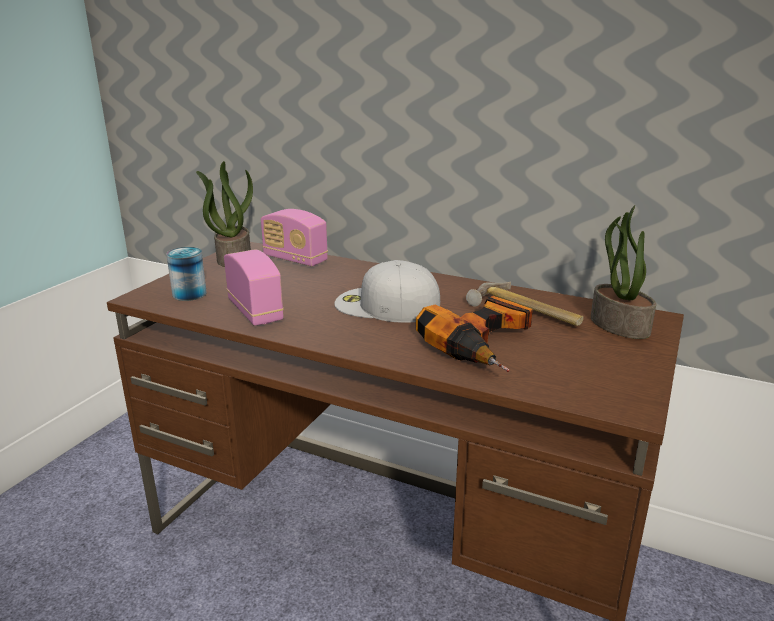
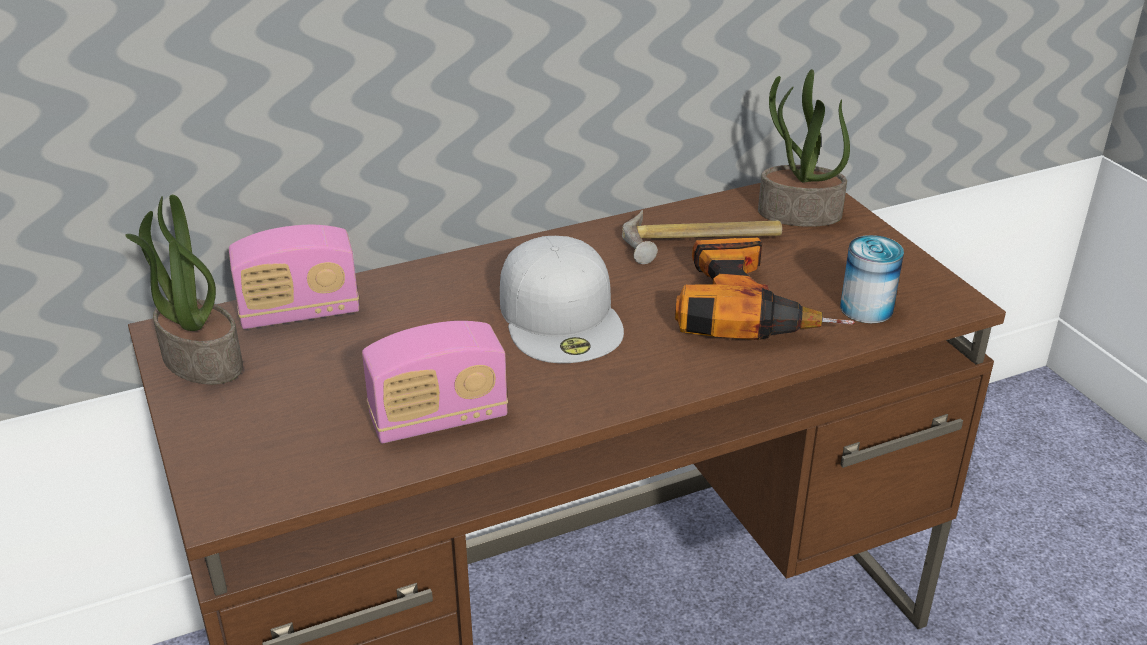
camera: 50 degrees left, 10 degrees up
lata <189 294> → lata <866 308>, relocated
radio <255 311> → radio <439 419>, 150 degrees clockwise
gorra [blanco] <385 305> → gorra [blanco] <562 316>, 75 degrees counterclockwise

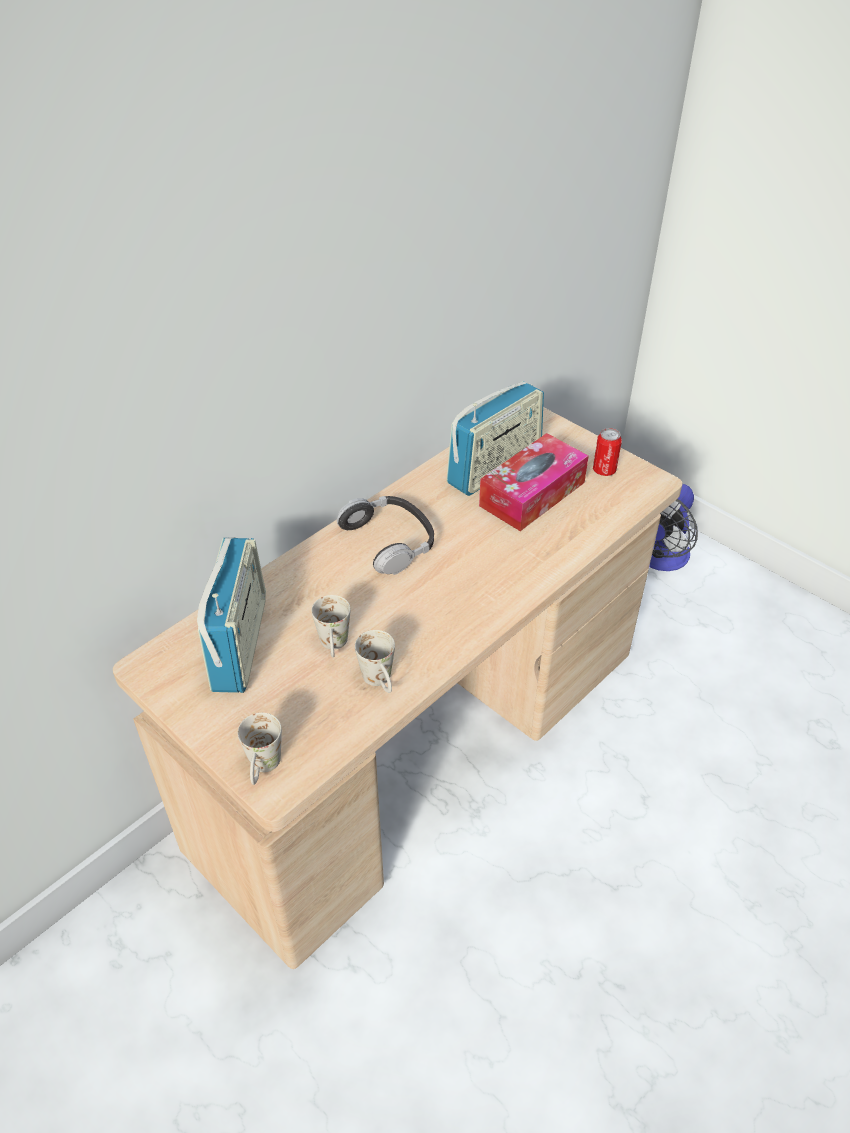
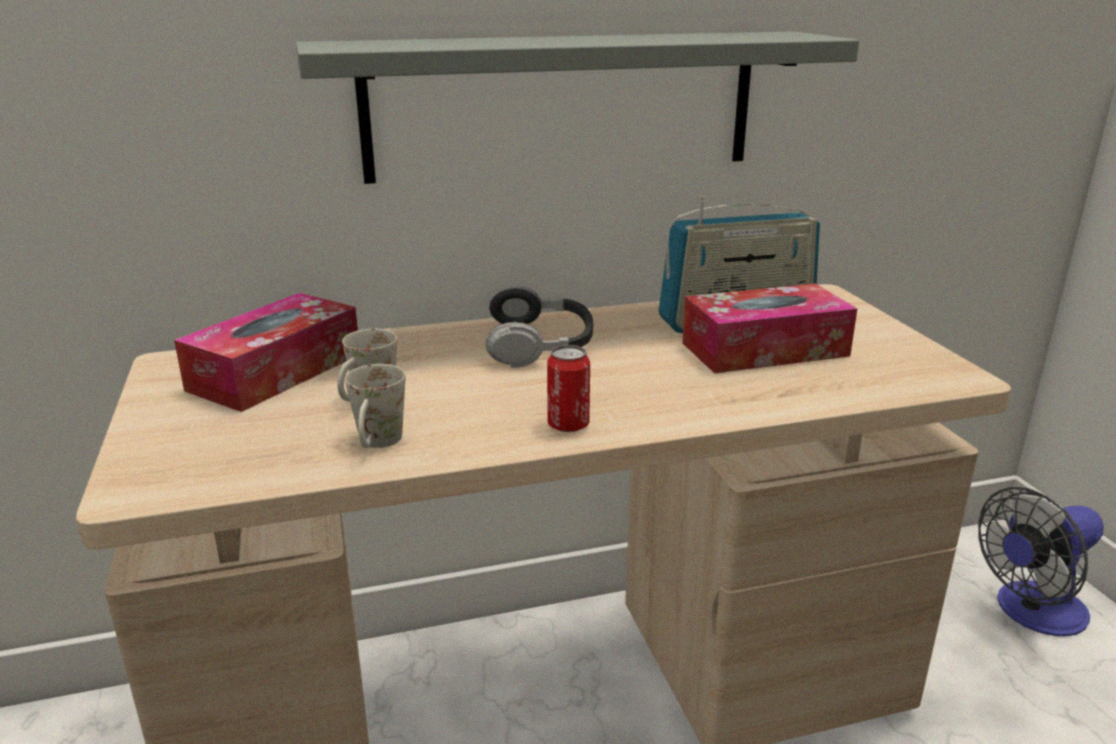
camera: 30 degrees right, 20 degrees down
lata <604 470> → lata <568 425>, relocated
radio <240 643> → caja de pañuelos <276 372>
taza grande [blanco] <263 768> → -
- → estante [gris] <563 105>

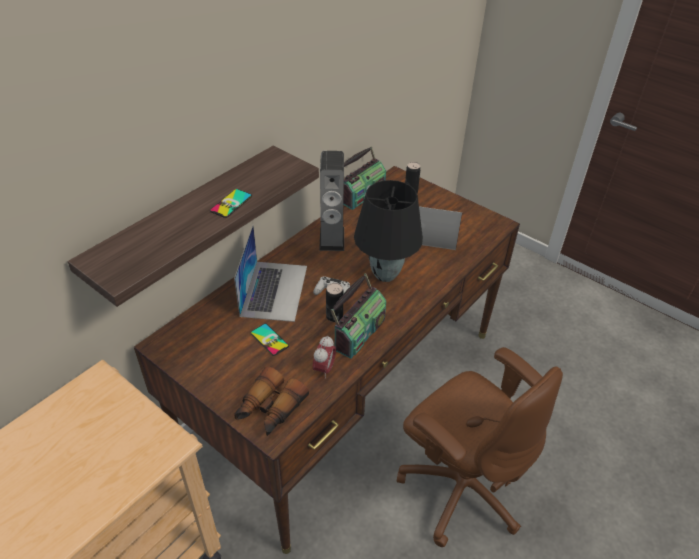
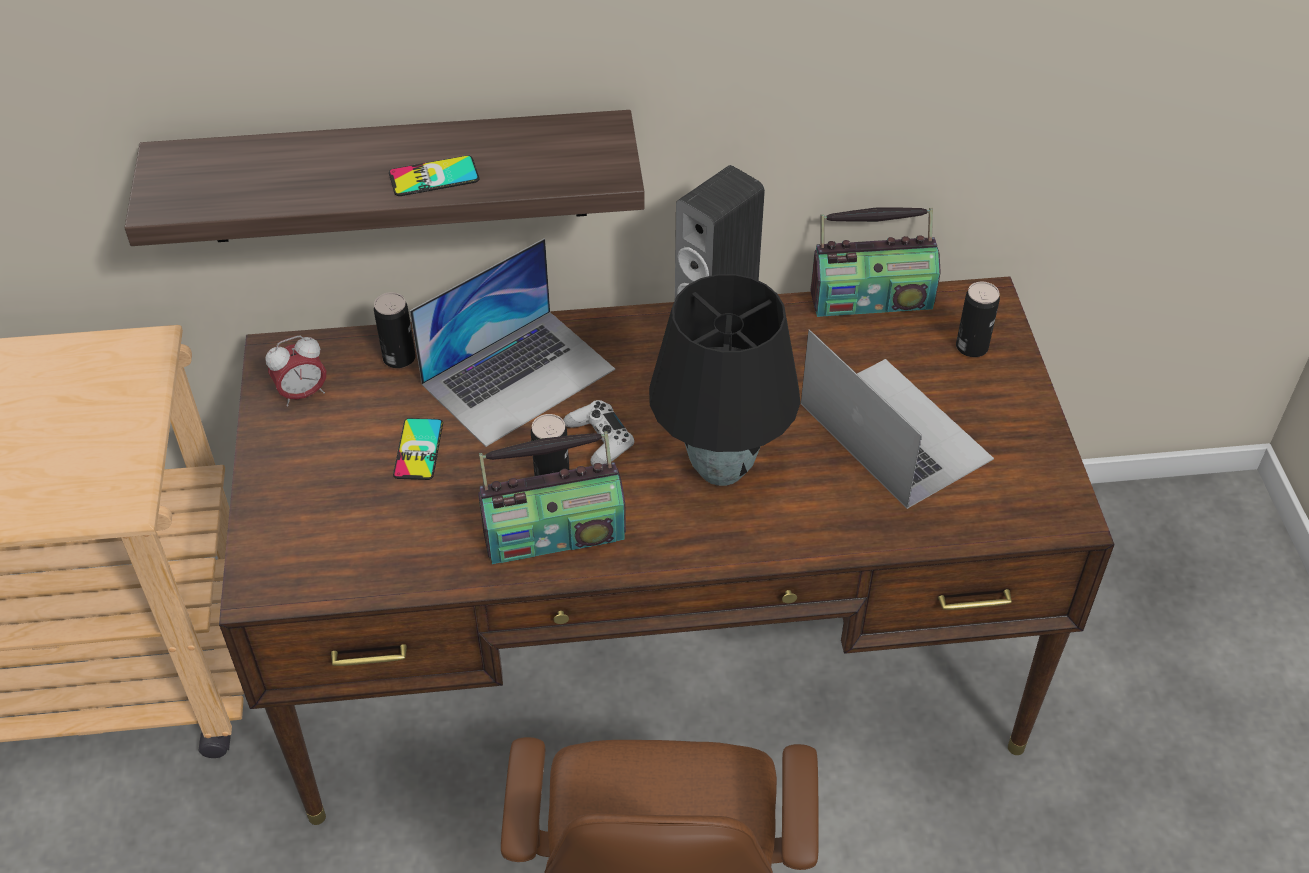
camera: 45 degrees right, 5 degrees up
despertador <324 369> → despertador <303 394>, relocated
prismáticos <269 409> → -
- → lata <399 358>

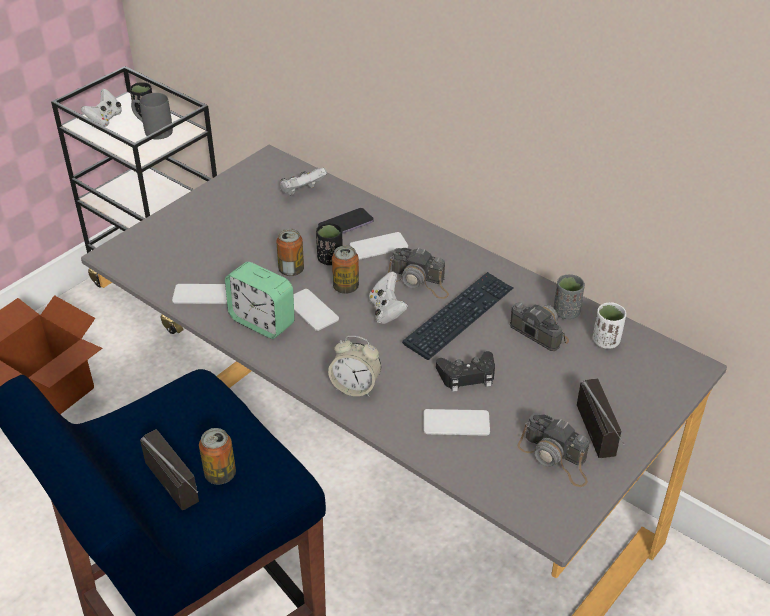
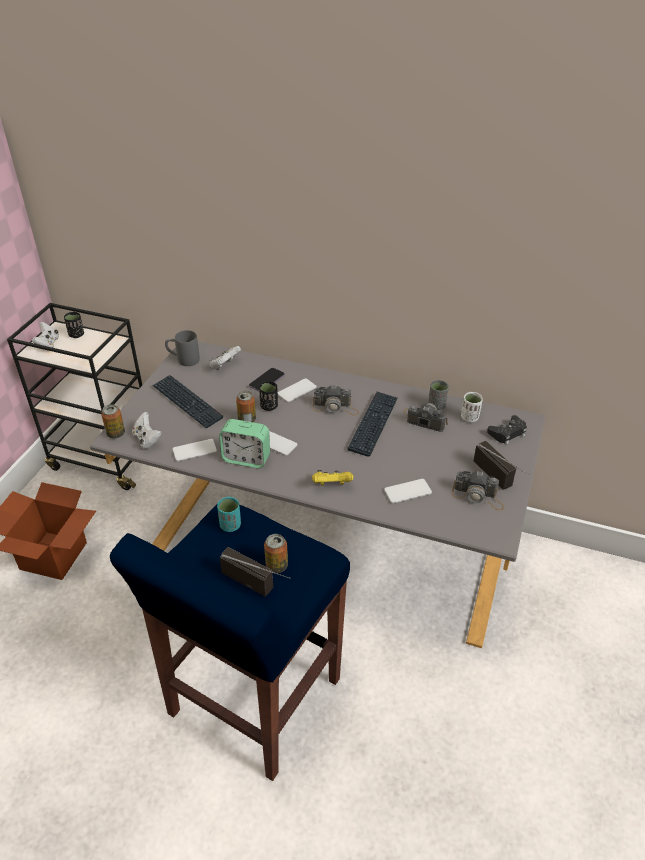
camera: 20 degrees left, 0 degrees up
taza grande [gris] <153 130> → taza grande [gris] <183 360>, relocated
lata <346 287> → lata <116 433>, relocated
mando de consola [blanco] <387 311> → mando de consola [blanco] <147 439>, relocated
despertador <355 387> → mando de consola [amarillo] <332 485>
mando de consola [negro] <467 376> → mando de consola [negro] <507 433>, relocated
- → teclado <187 402>
- → taza [turquesa] <230 525>

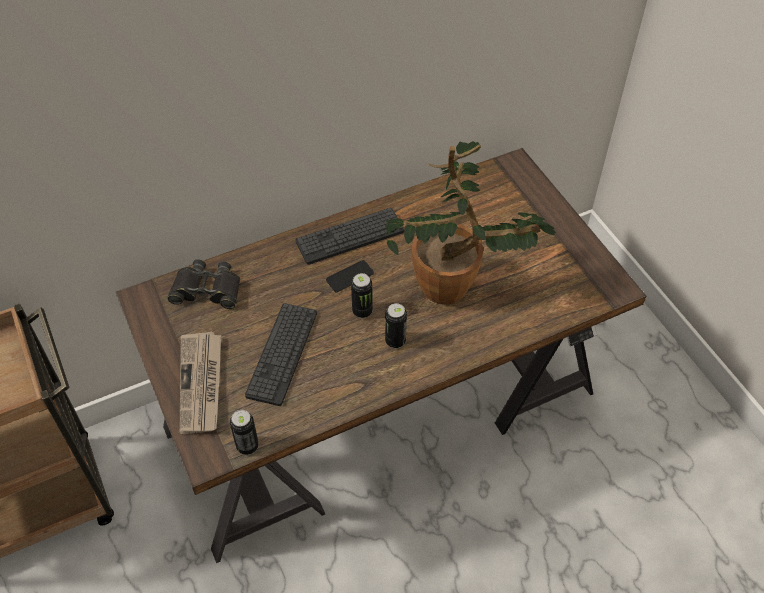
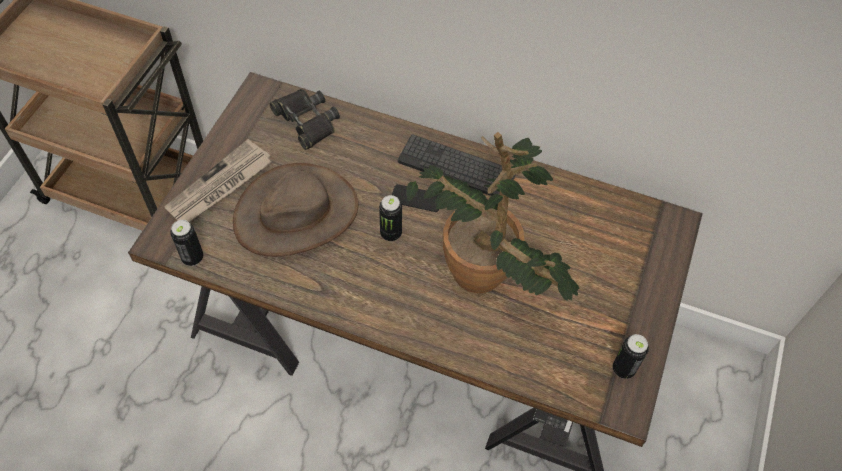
camera: 45 degrees right, 5 degrees up
teclado <282 354> → sombrero [marrón] <296 213>
lata <395 341> → lata <623 369>, relocated

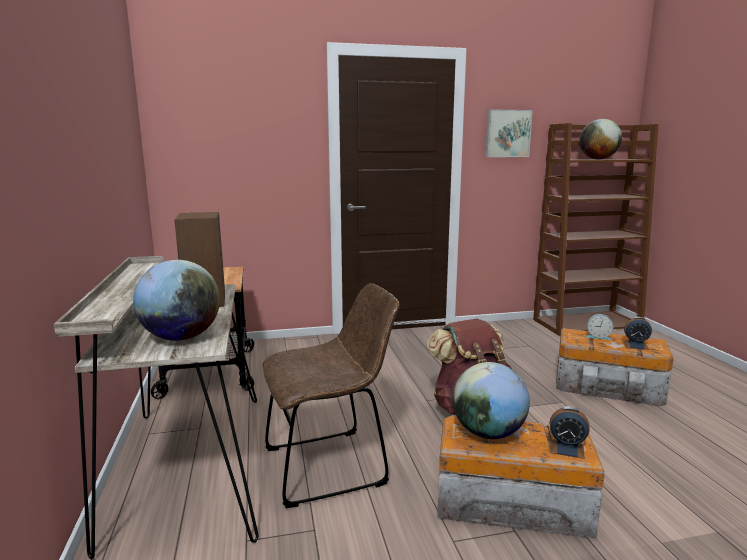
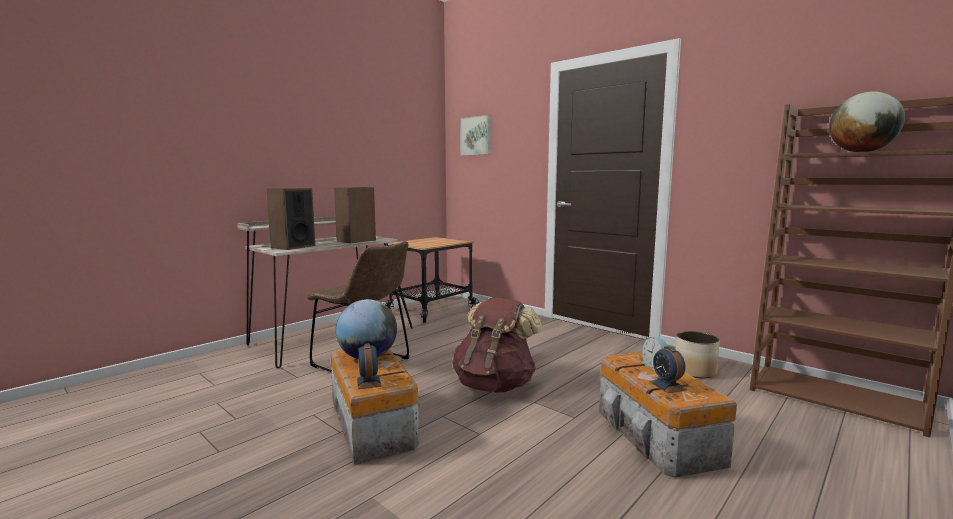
camera: 55 degrees right, 5 degrees down
cuadro <507 133> → cuadro <476 136>, relocated
globo terráqueo <181 337> → altavoz <293 246>
- → maceta <695 371>

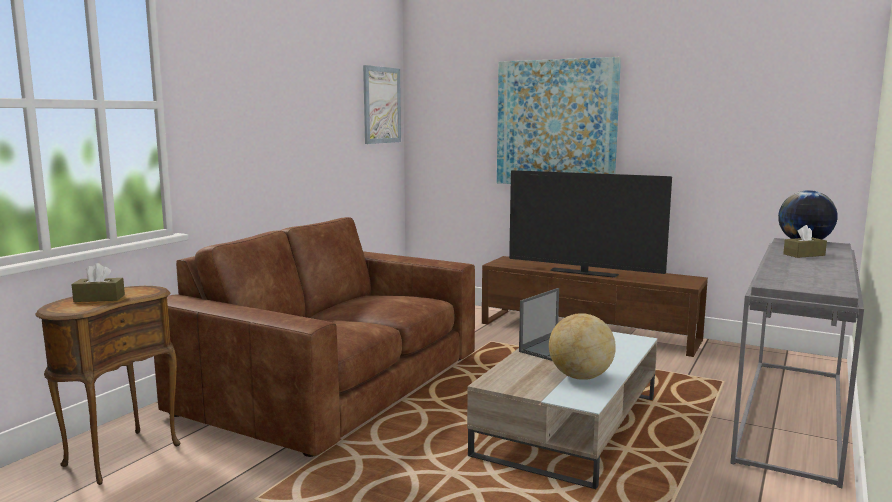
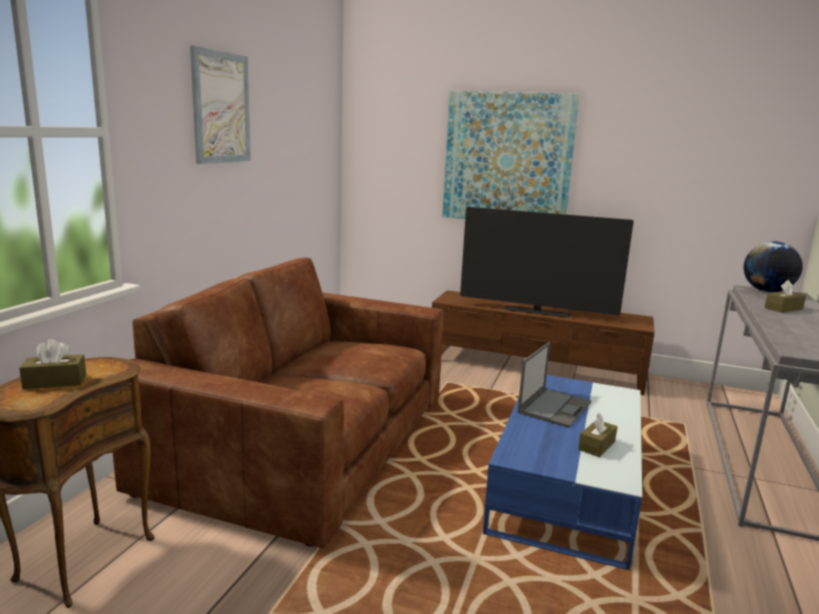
camera: 10 degrees left, 5 degrees up
cuadro <381 105> → cuadro <221 108>, relocated
globo terráqueo <580 377> → caja de pañuelos [marrón] <596 446>
mesa de centro [beis] <569 425> → mesa de centro [azul] <566 486>

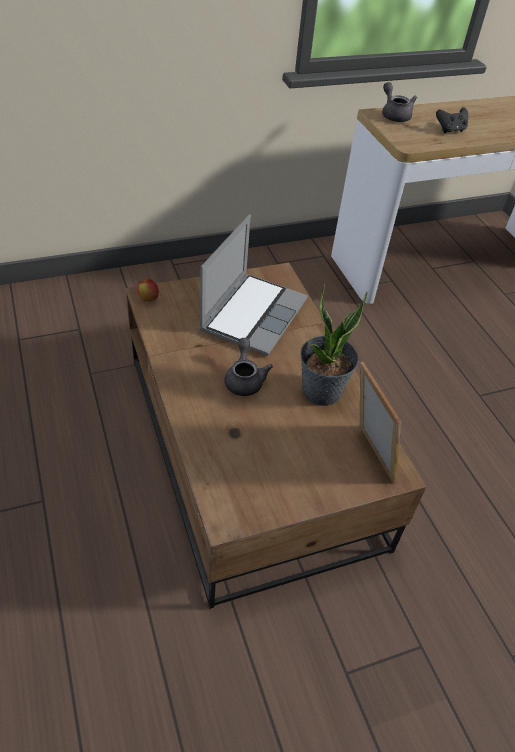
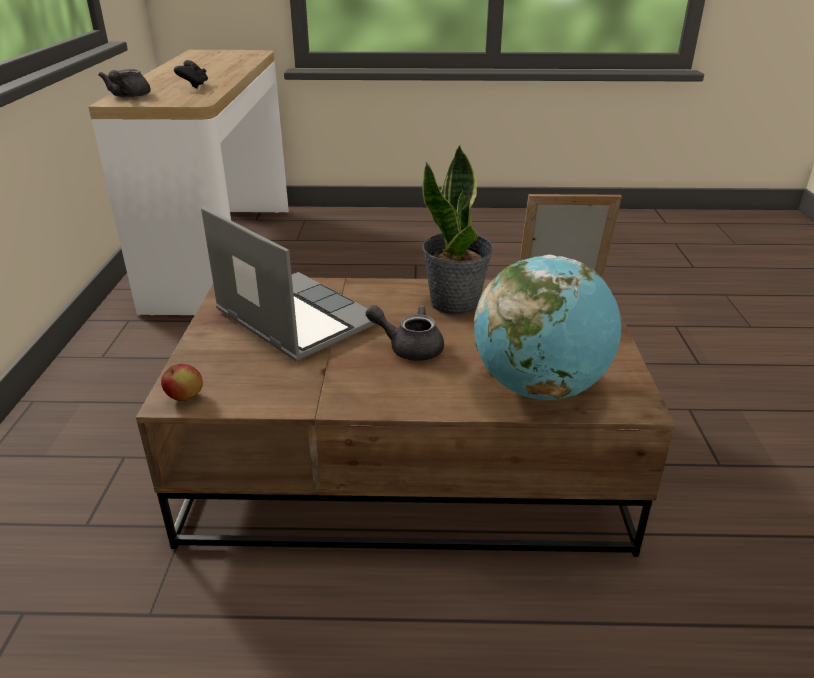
camera: 65 degrees left, 15 degrees down
tetera [gris] <394 115> → tetera [gris] <128 97>, 90 degrees counterclockwise
- → globo terráqueo <539 388>

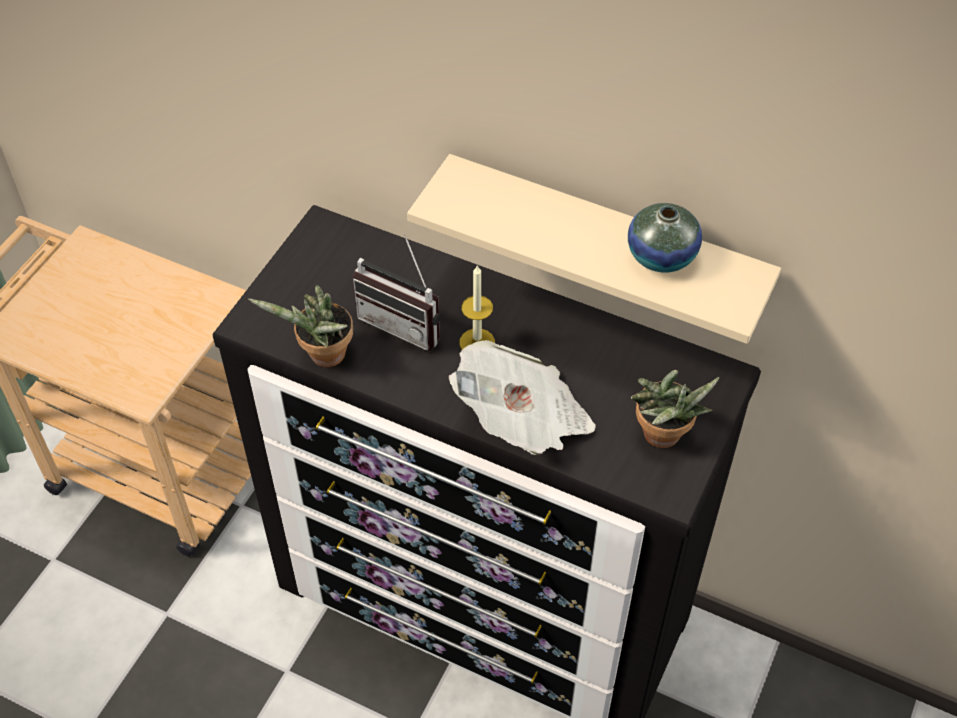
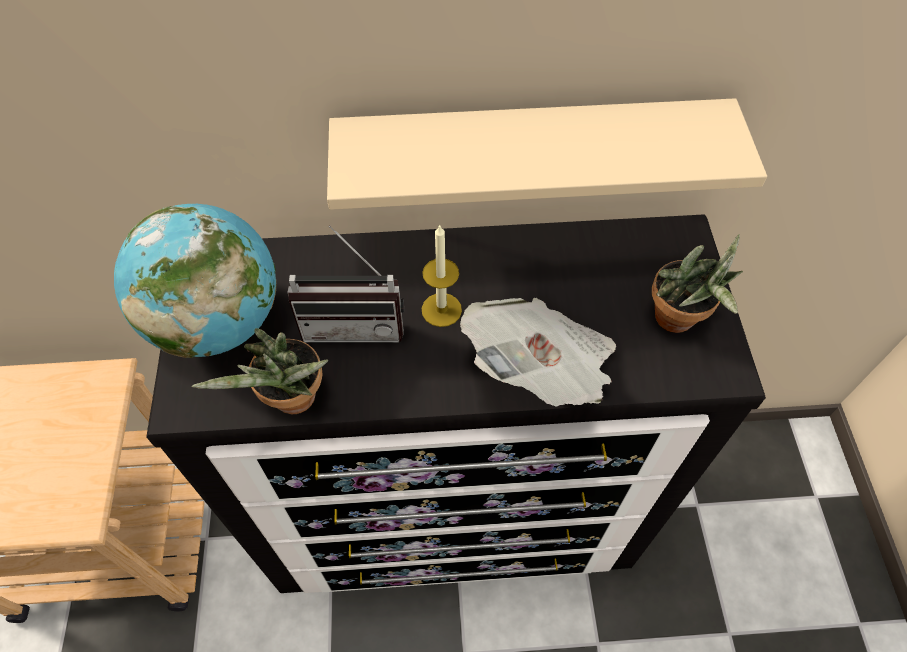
camera: 30 degrees left, 5 degrees up
florero <661 256> → -
- → globo terráqueo <218 322>

